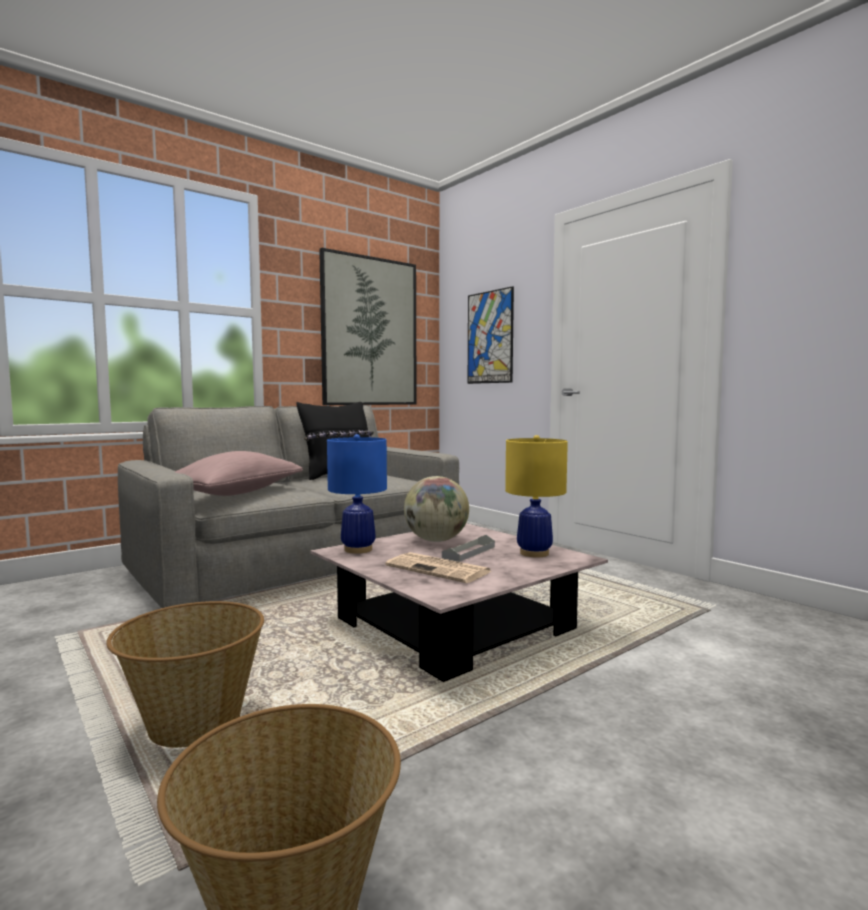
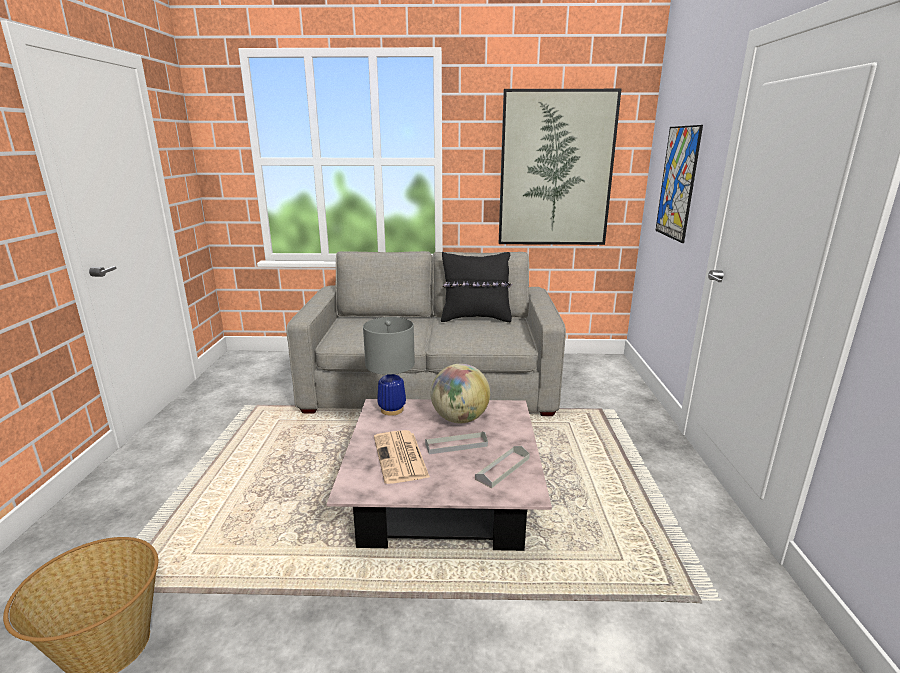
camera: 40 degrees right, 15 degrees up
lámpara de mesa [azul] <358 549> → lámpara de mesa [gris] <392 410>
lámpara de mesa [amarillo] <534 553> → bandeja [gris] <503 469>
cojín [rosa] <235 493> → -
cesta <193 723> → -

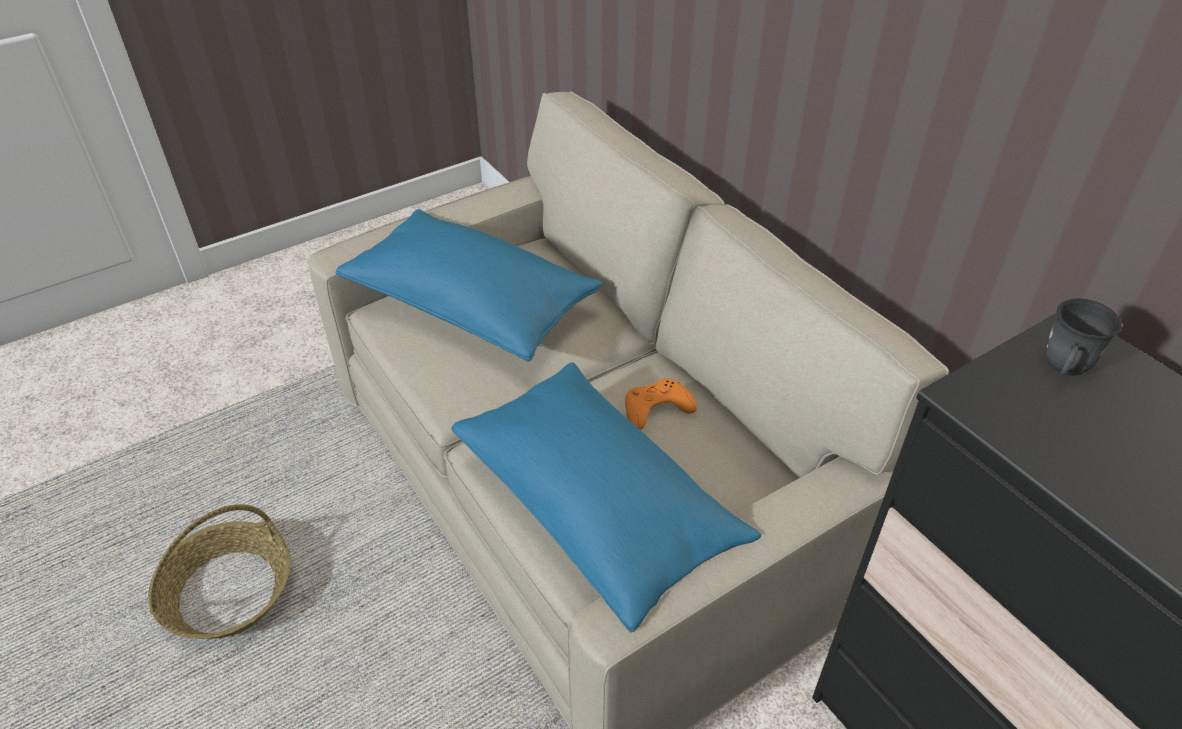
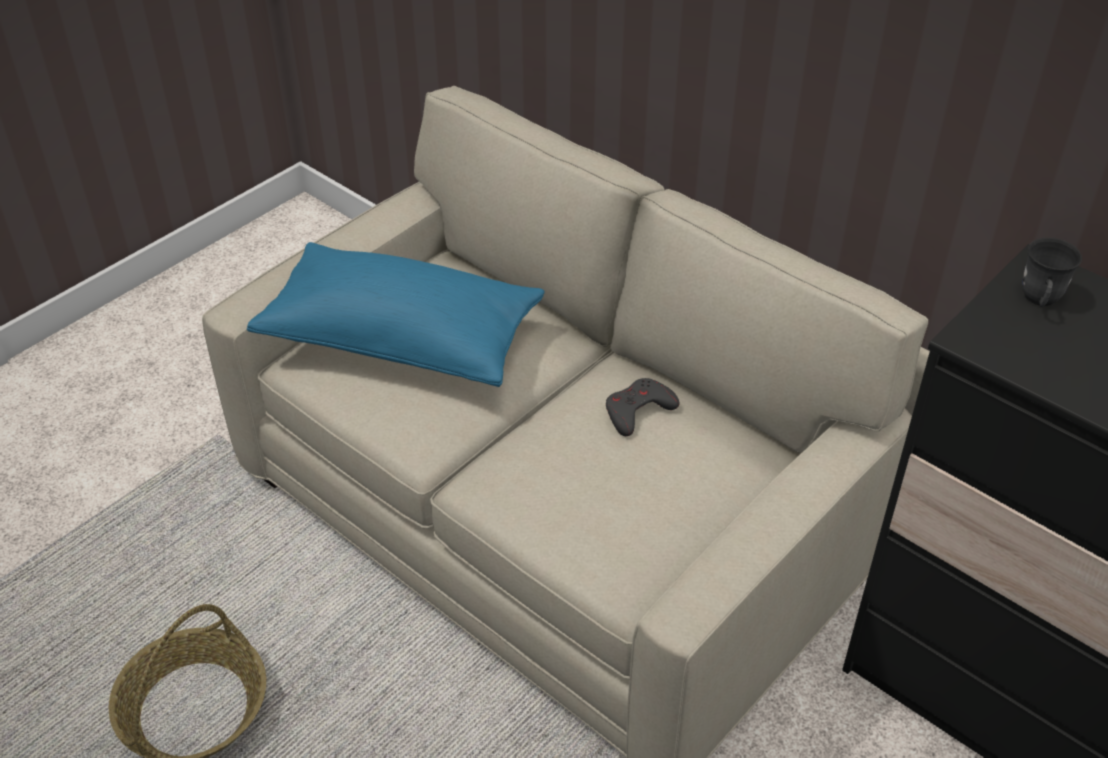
camera: 15 degrees left, 0 degrees up
cojín [azul] <597 507> → -
mando de consola [naranja] <656 408> → mando de consola [gris] <638 411>

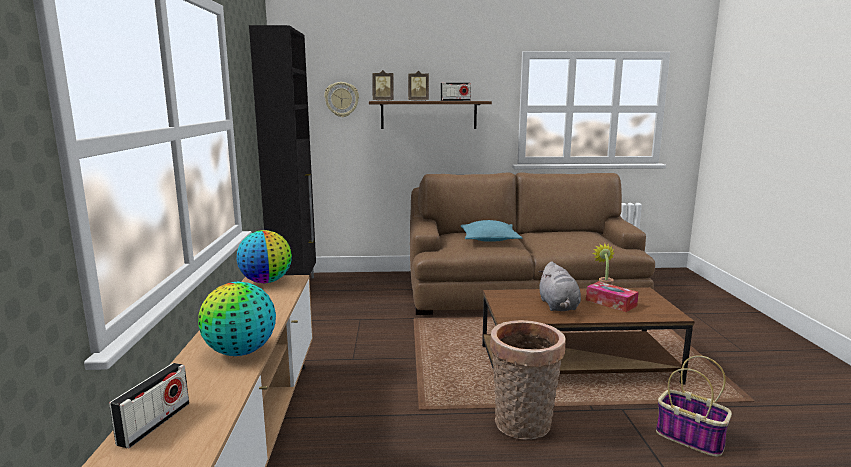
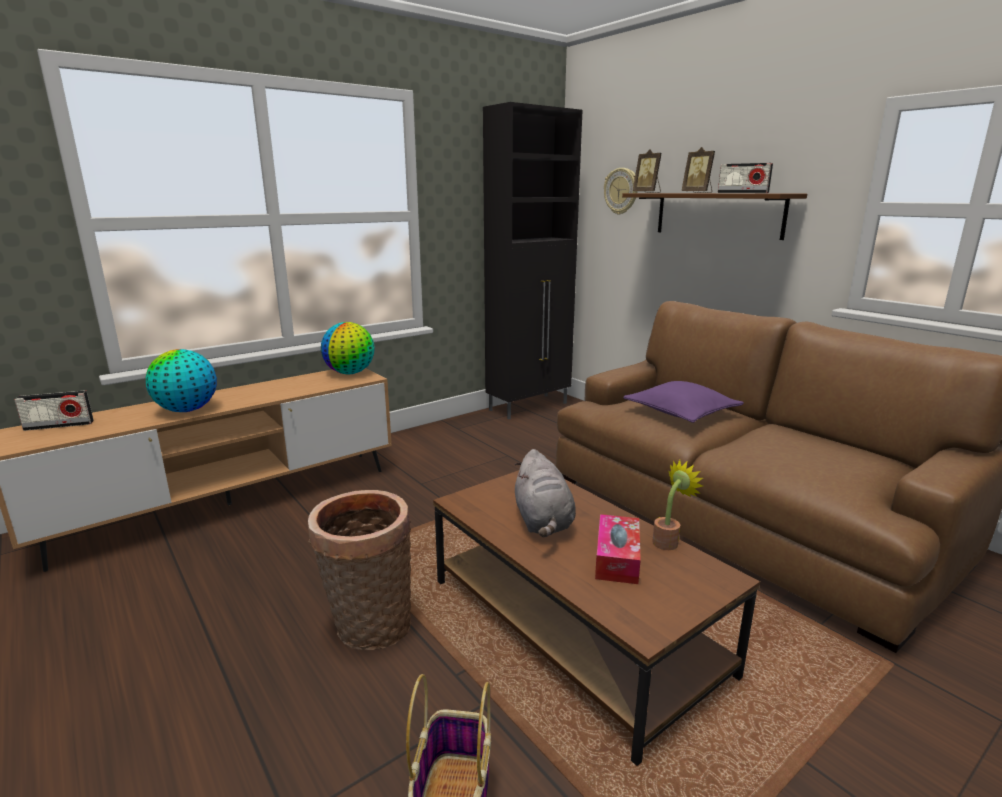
camera: 55 degrees right, 5 degrees up
cojín [turquesa] <489 239> → cojín [morado] <681 412>
peluche [gris] <558 306> → peluche [gris] <543 522>, 60 degrees counterclockwise

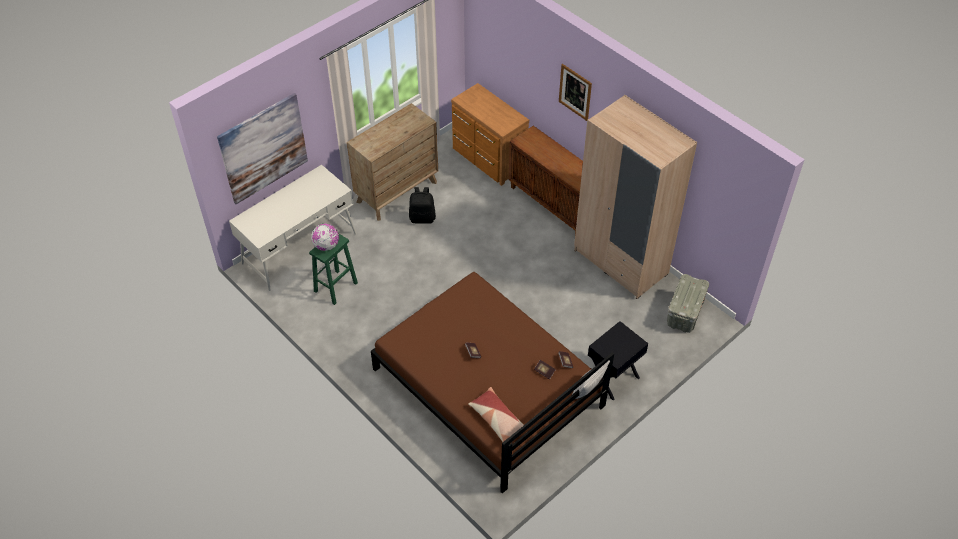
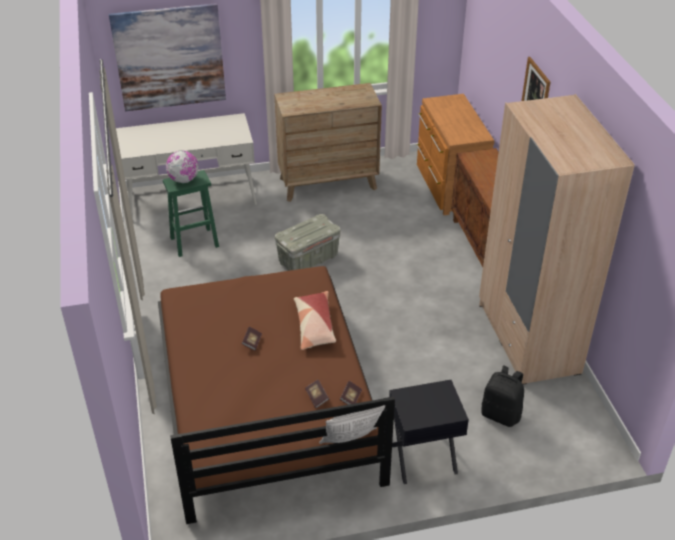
camera: 30 degrees right, 10 degrees down
mochila [negro] <422 218> → mochila [negro] <501 414>, relocated
caja de almacenaje [gris] <684 313> → caja de almacenaje [gris] <308 259>, relocated
cojín <497 419> → cojín <314 326>, relocated

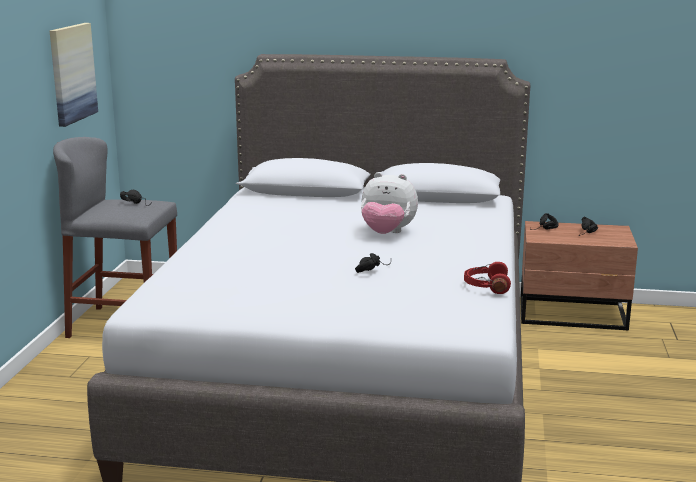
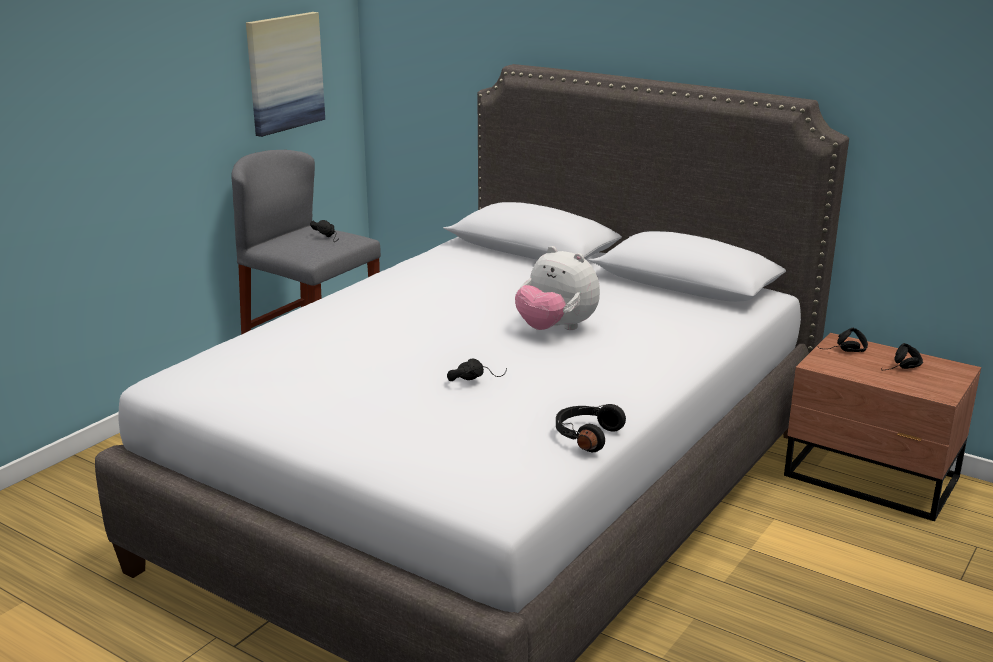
camera: 25 degrees right, 5 degrees up
auriculares [rojo] <486 286> → auriculares [negro] <586 436>

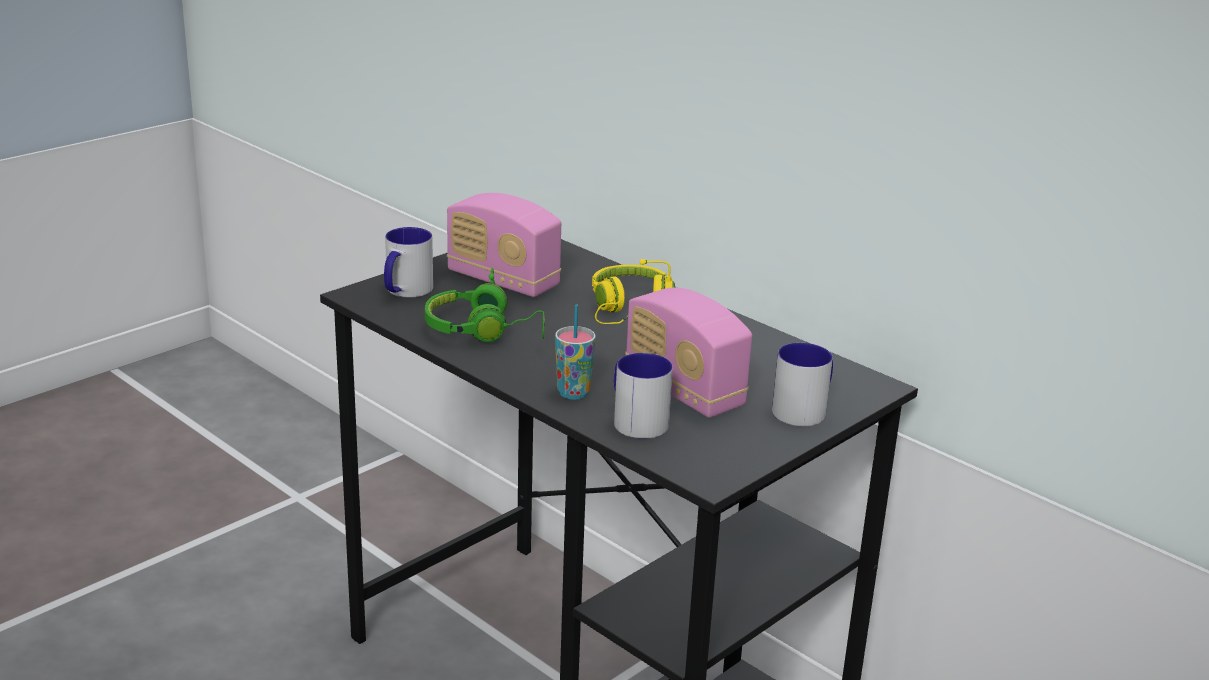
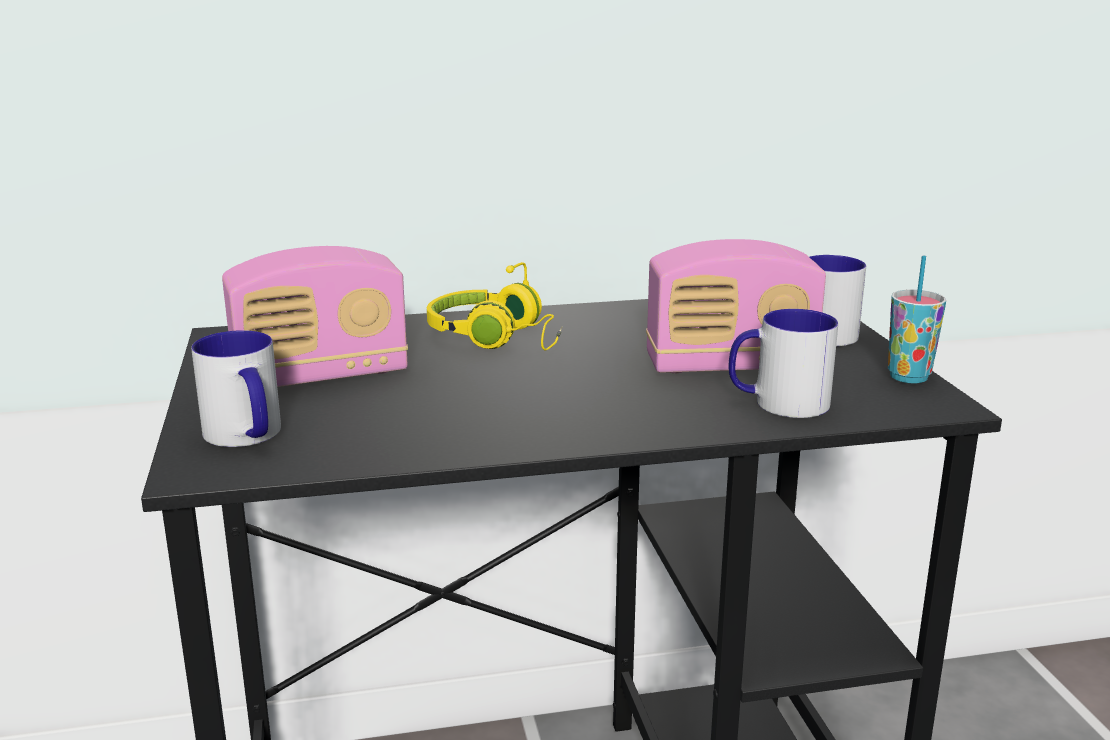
camera: 55 degrees left, 5 degrees down
auriculares [verde] <485 330> → -
taza <573 393> → taza <908 377>, relocated

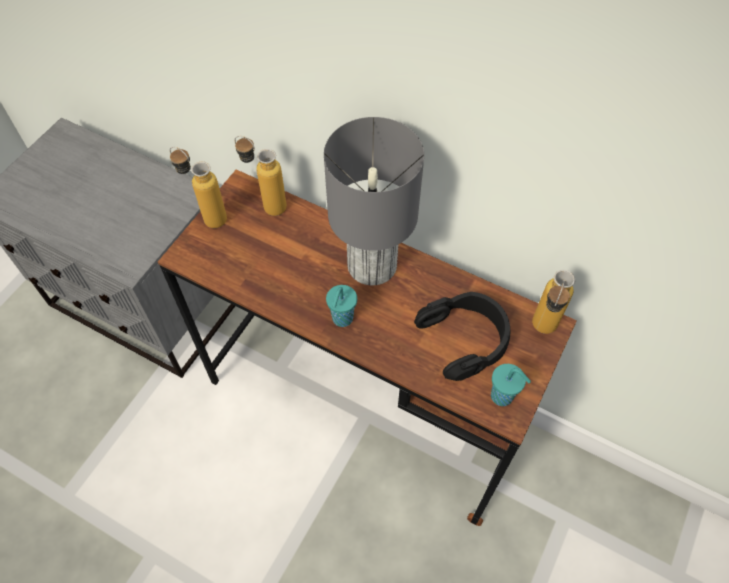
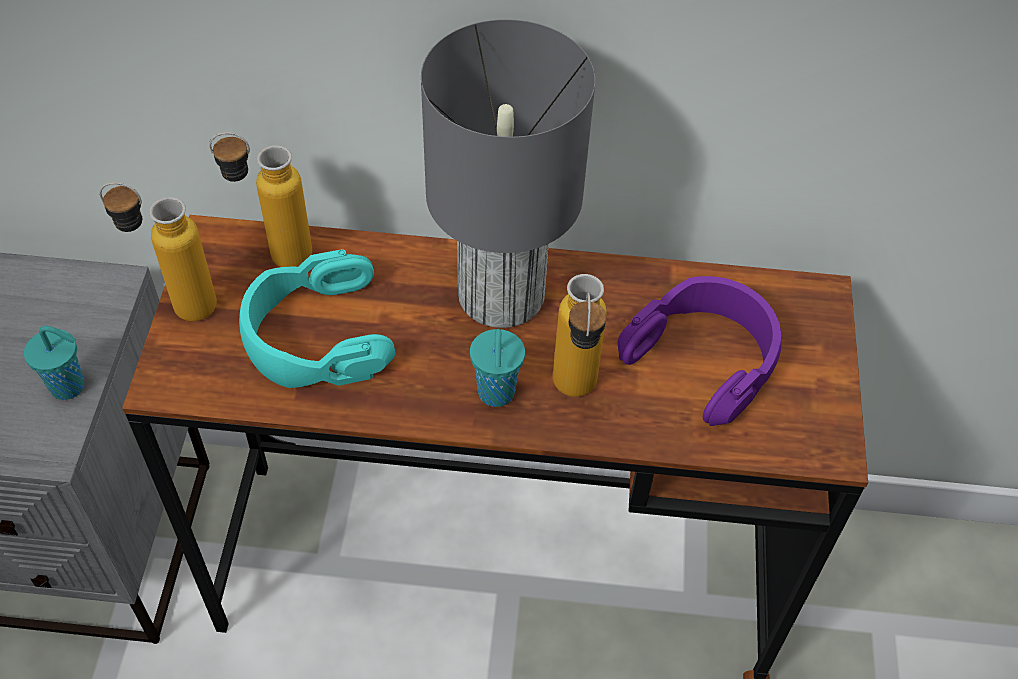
camera: 25 degrees left, 5 degrees down
botella <541 332> → botella <574 396>, relocated
auriculares [negro] <465 339> → auriculares [morado] <704 358>
taza [turquesa] <503 397> → taza [turquesa] <70 386>, relocated
- → auriculares [turquesa] <315 336>

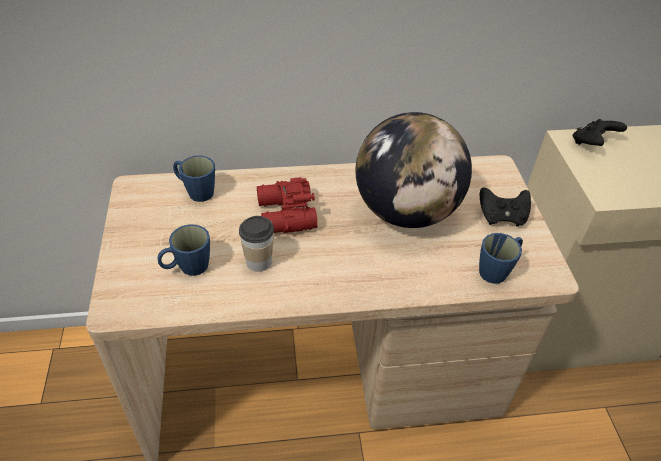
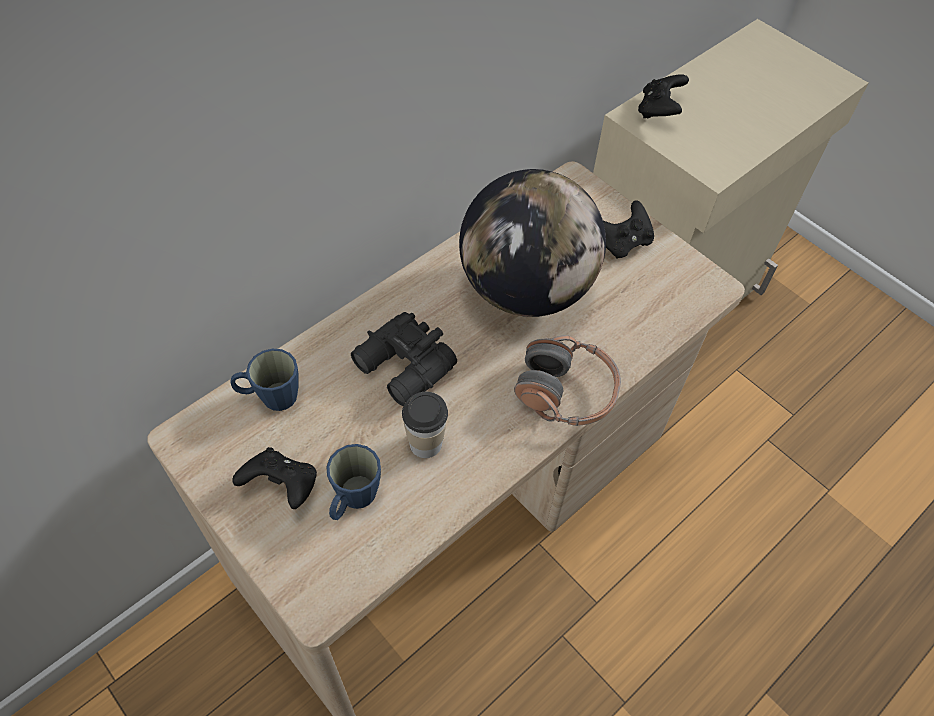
camera: 35 degrees left, 10 degrees up
prismáticos [rojo] <285 216> → prismáticos [negro] <404 369>
taza grande [azul] <497 270> → -
- → auriculares <566 392>
- → mando de consola [negro] <282 486>

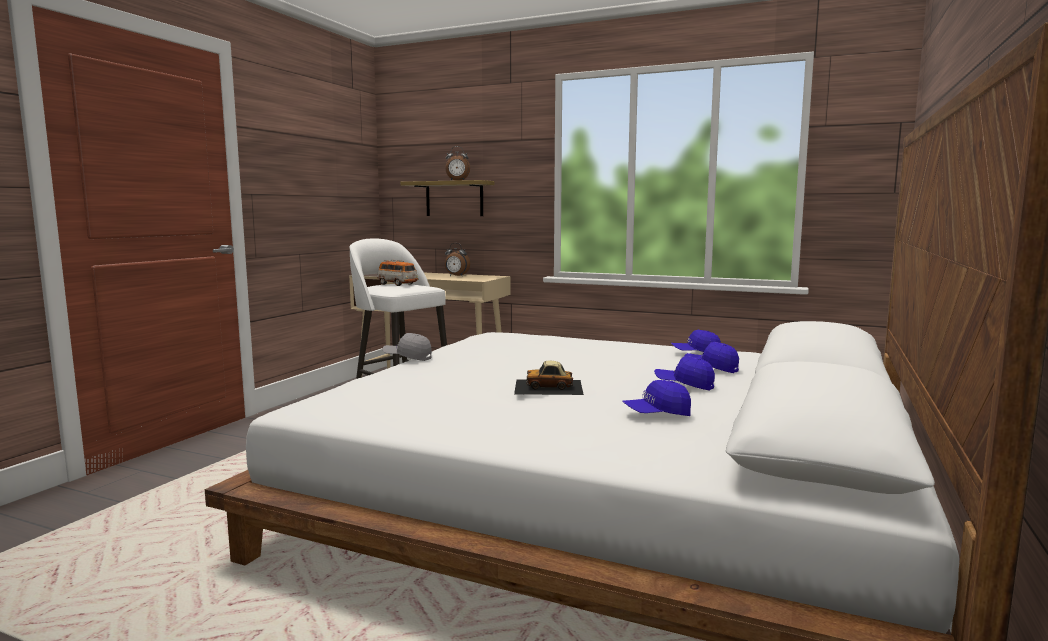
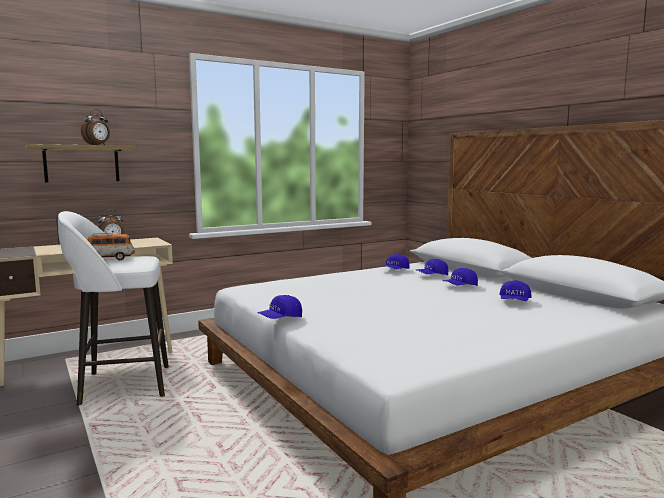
camera: 55 degrees left, 0 degrees up
gorra [gris] <407 358> → gorra [azul] <280 318>
coche de juguete <549 387> → -

